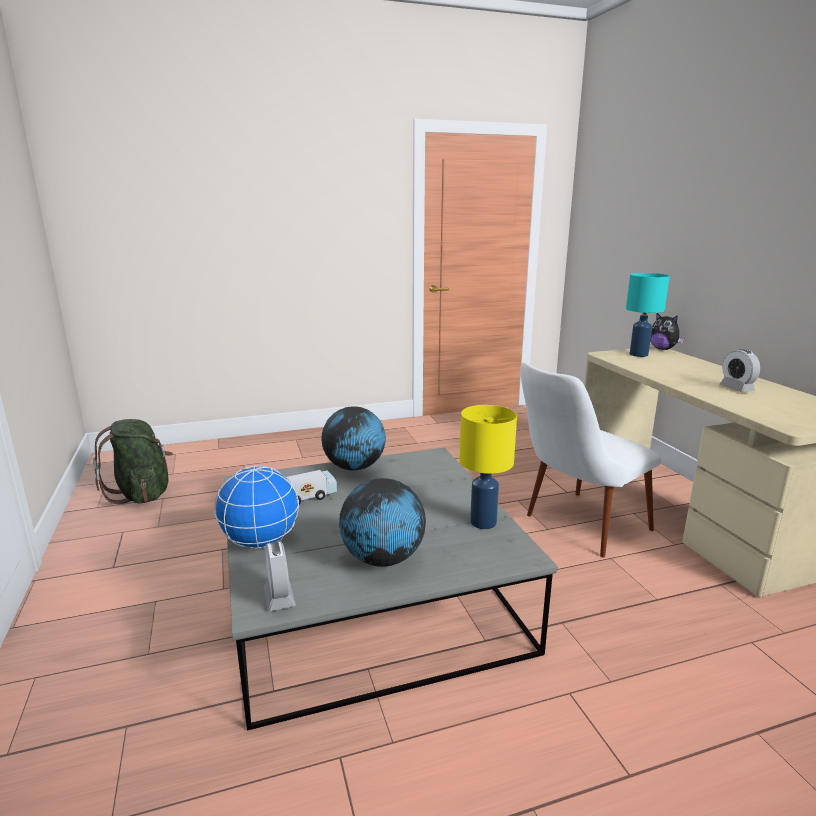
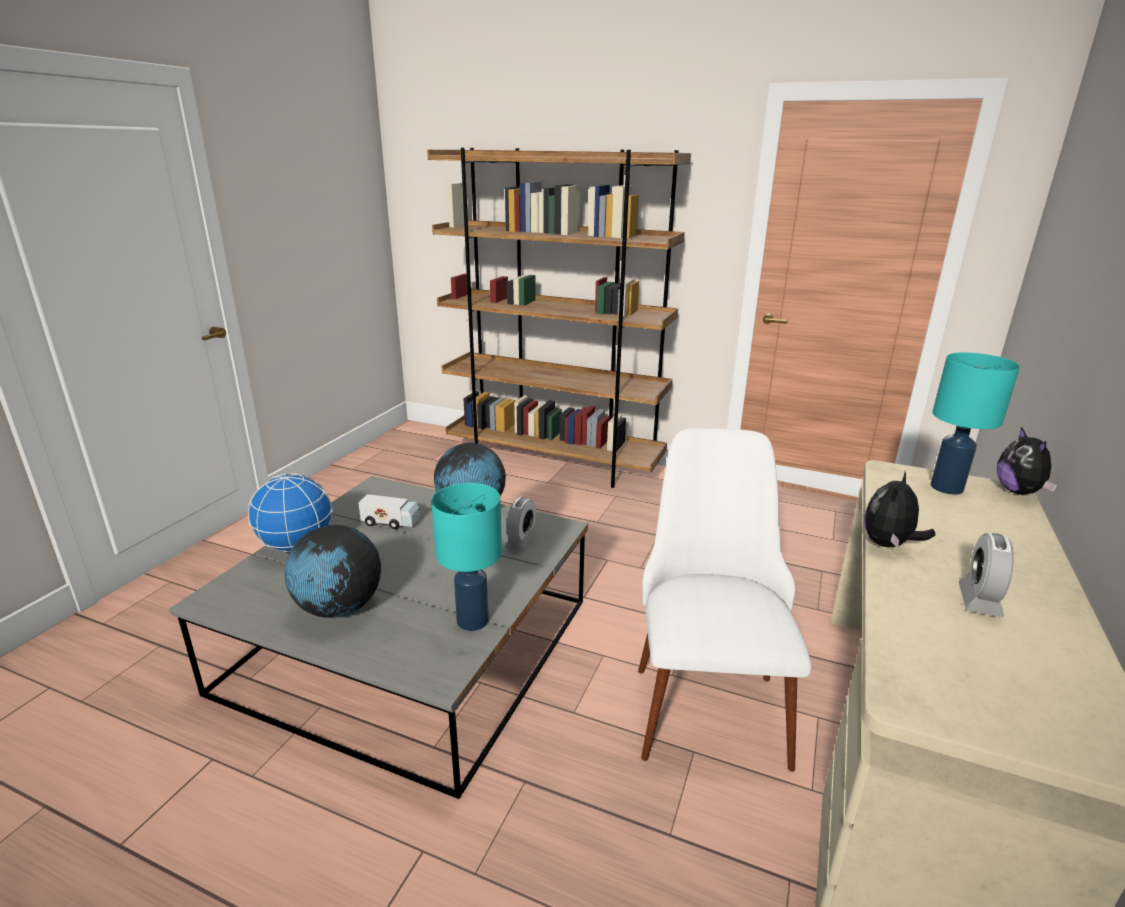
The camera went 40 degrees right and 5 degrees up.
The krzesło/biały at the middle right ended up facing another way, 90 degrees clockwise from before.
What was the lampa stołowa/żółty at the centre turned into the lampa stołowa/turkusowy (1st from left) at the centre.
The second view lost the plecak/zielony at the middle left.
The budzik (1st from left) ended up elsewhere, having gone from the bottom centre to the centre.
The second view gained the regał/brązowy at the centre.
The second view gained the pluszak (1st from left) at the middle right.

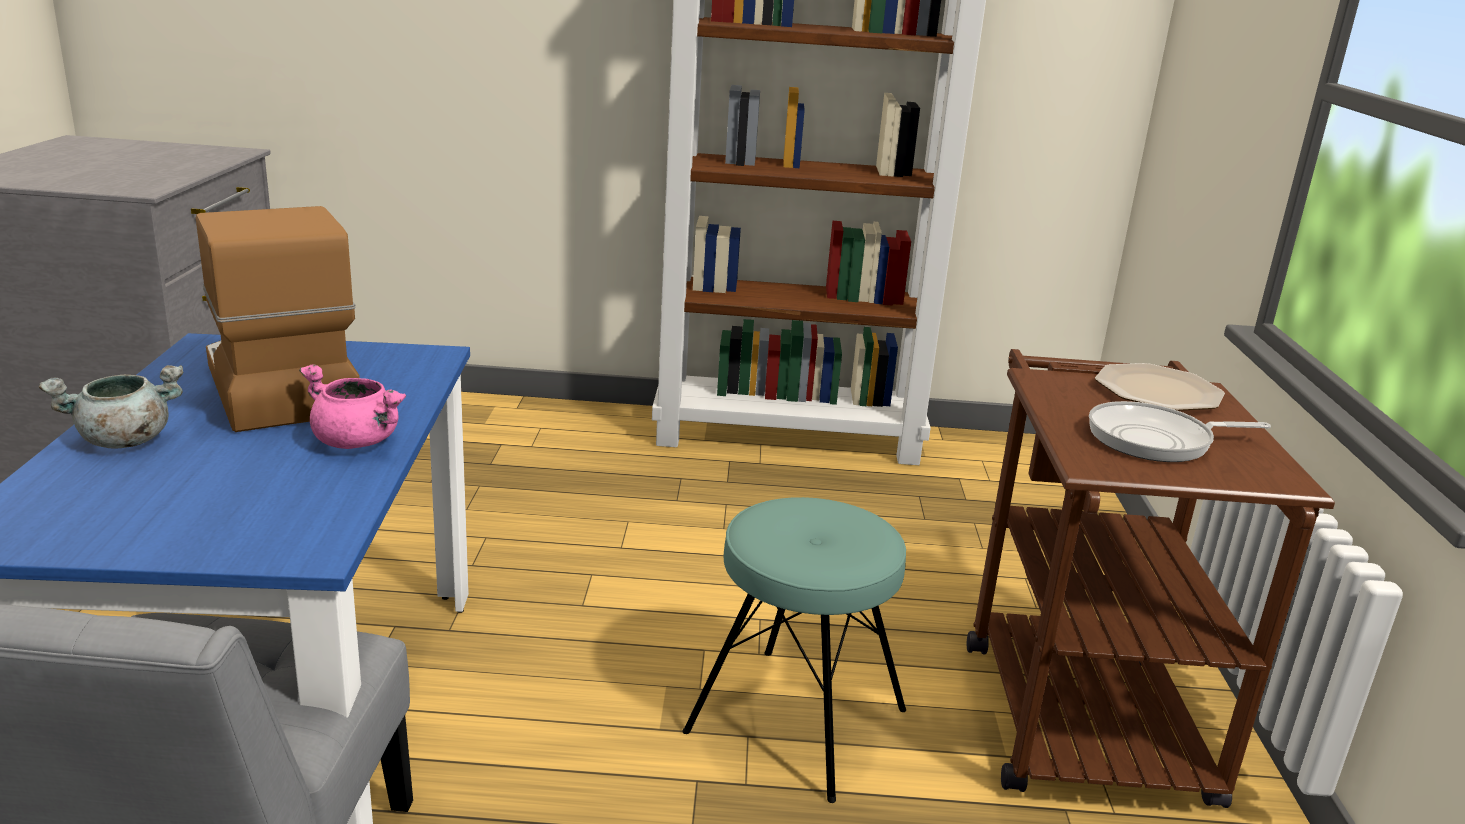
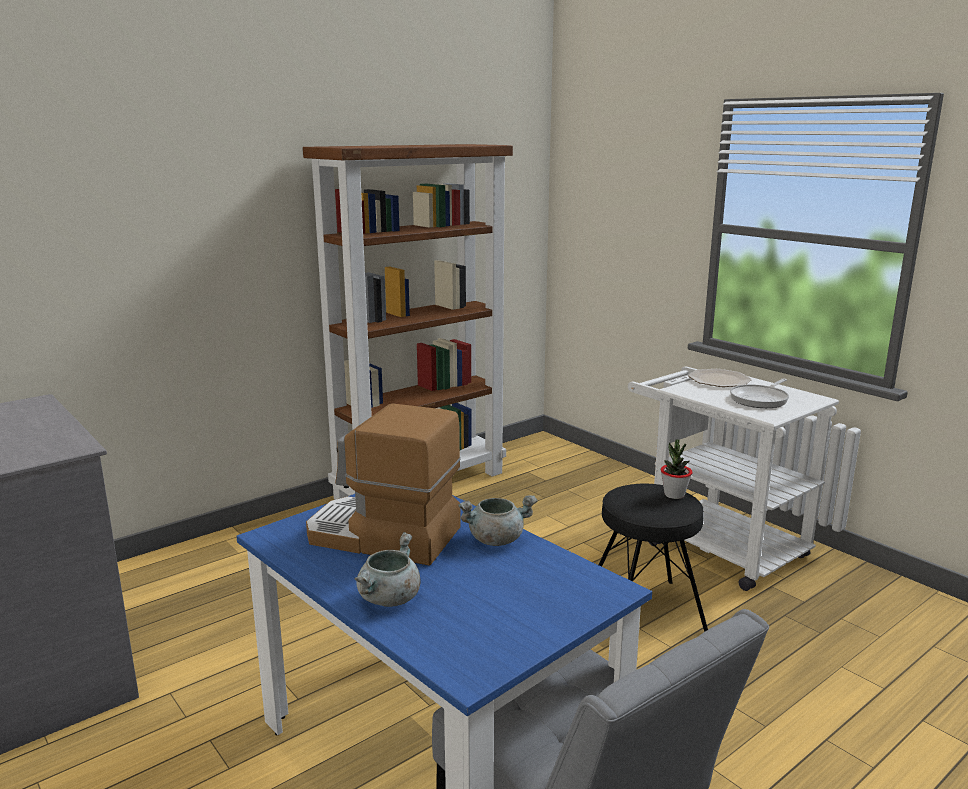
The camera went 40 degrees left and 5 degrees down.
What was the wózek/brązowy at the bottom right turned into the wózek/biały at the middle right.
What was the garnek/różowy at the middle left turned into the garnek/szary (2nd from left) at the centre.
What was the stołek/turkusowy at the bottom centre turned into the stołek/czarny at the bottom right.
The second view gained the roślina doniczkowa at the middle right.

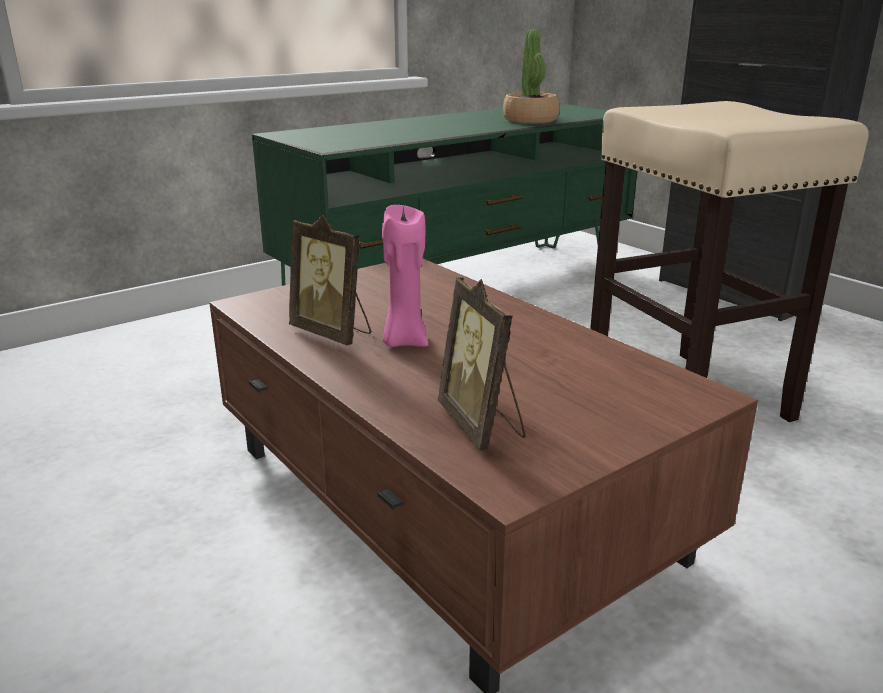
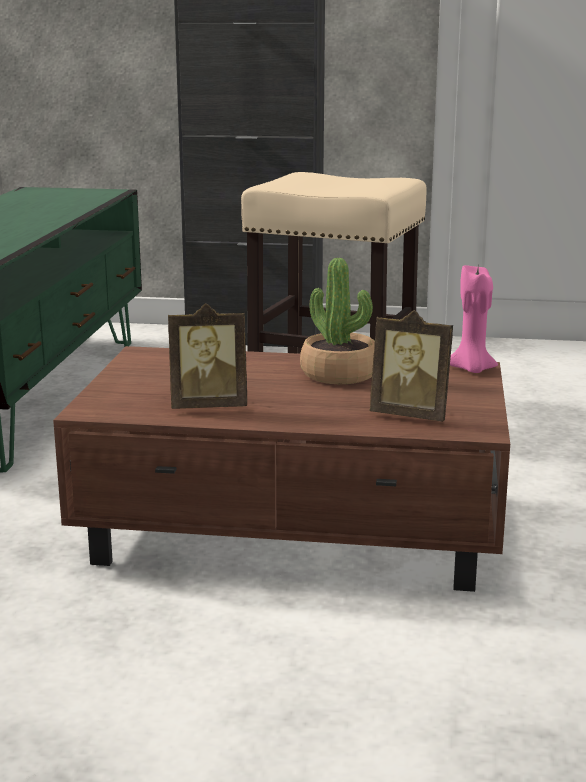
The camera went 45 degrees left and 5 degrees down.
The roślina doniczkowa ended up elsewhere, having gone from the top centre to the centre.
The świeca/różowy ended up elsewhere, having gone from the centre to the middle right.

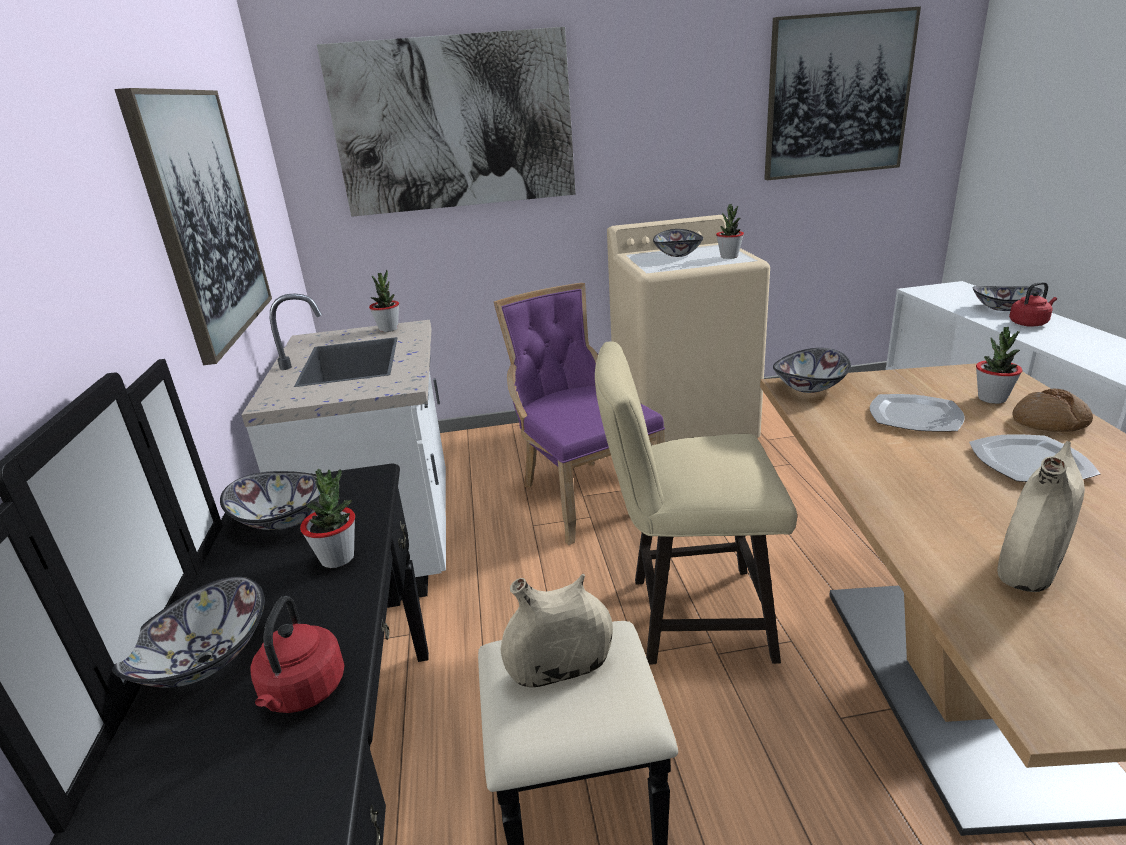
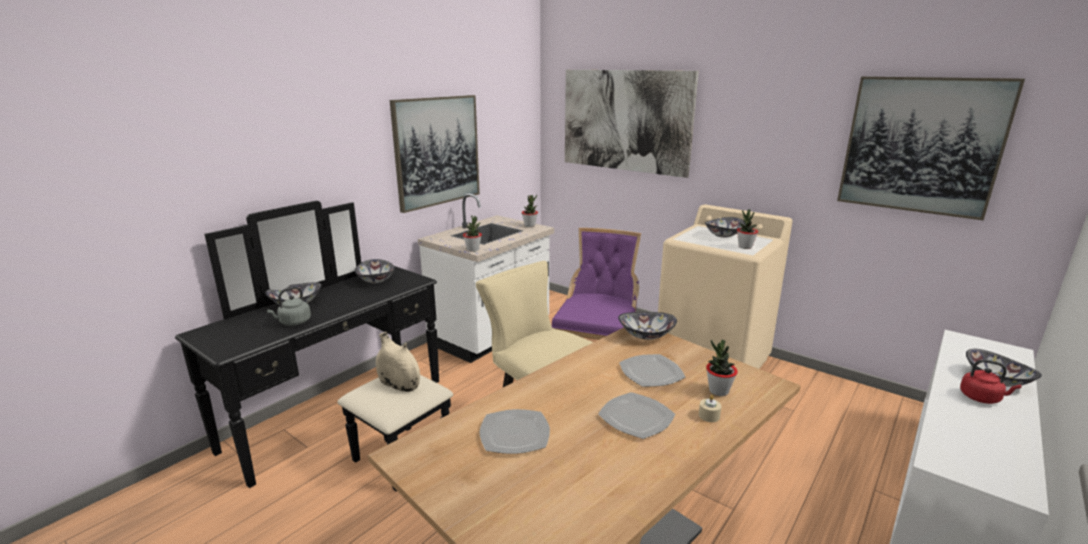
The camera went 45 degrees right and 5 degrees down.
Where the chleb stood at the middle right, the świeca/beżowy came to stand at the bottom centre.
Where the wazon/beżowy (2nd from left) stood at the middle right, the talerz (1st from left) came to stand at the bottom centre.
The roślina doniczkowa (1st from left) ended up elsewhere, having gone from the middle left to the centre.
What was the czajnik/czerwony (1st from left) at the bottom left turned into the czajnik/szary at the middle left.

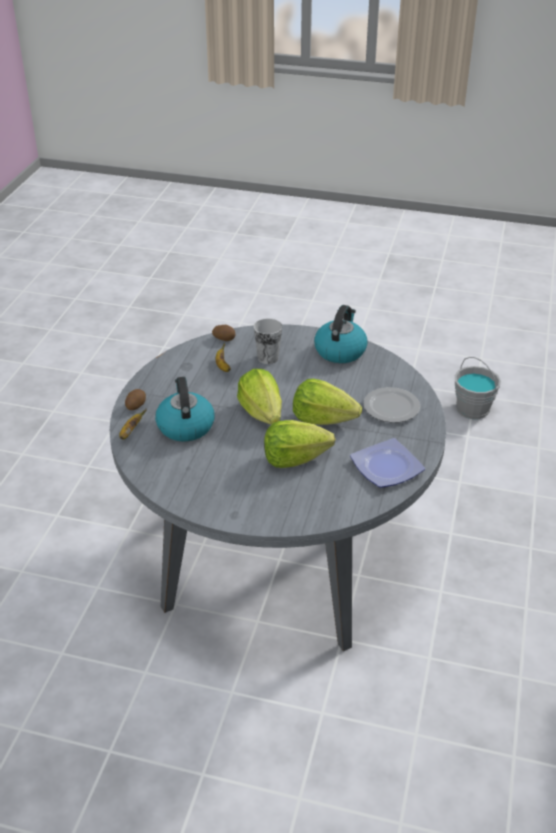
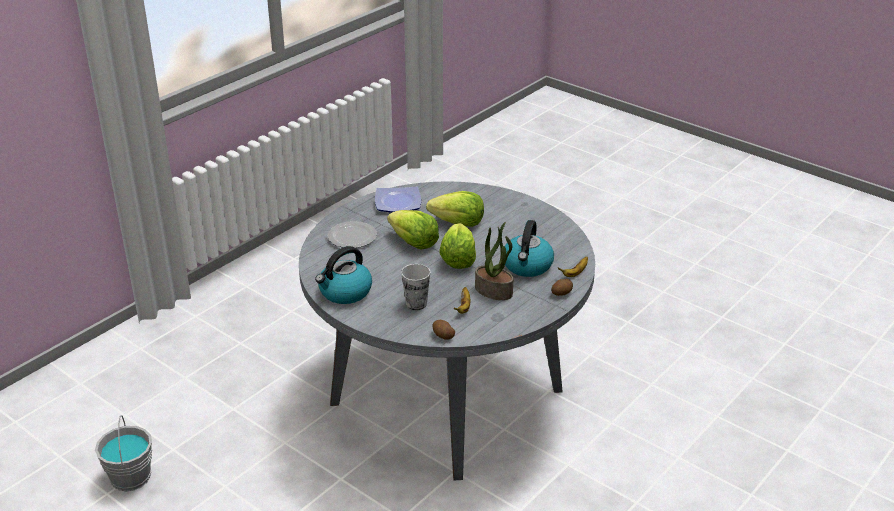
The camera went 155 degrees left and 5 degrees down.
The second view gained the roślina doniczkowa at the centre.

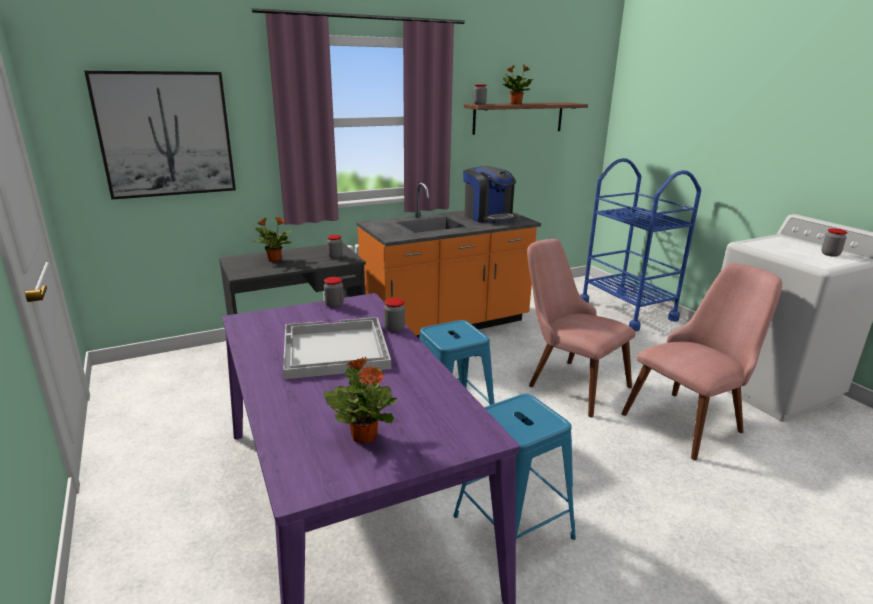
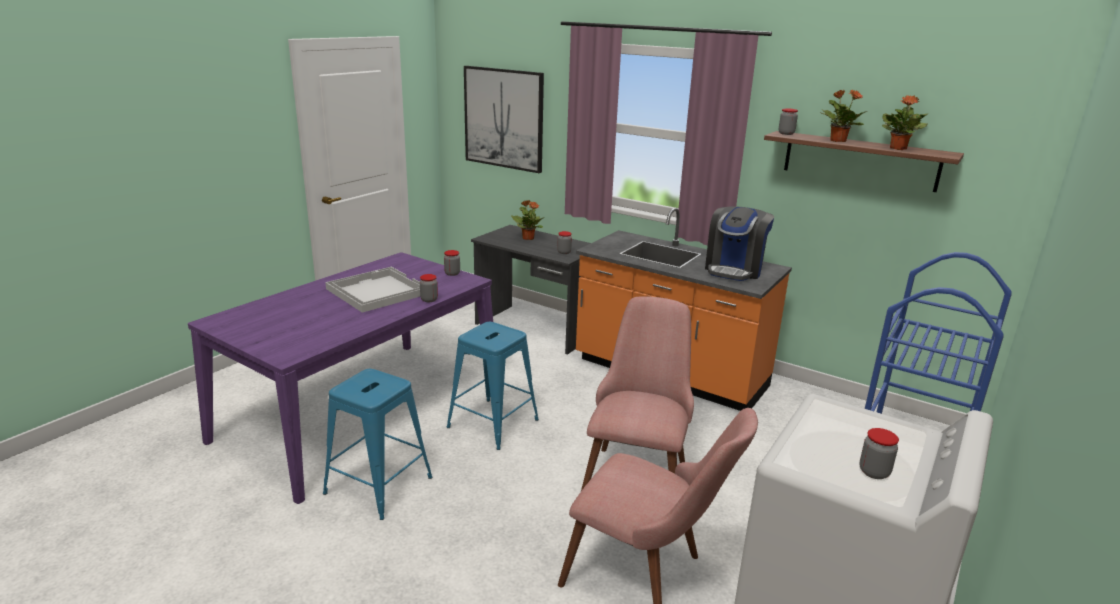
The camera went 60 degrees right and 0 degrees up.
The roślina doniczkowa (2nd from left in the first image) ended up elsewhere, having gone from the centre to the top right.

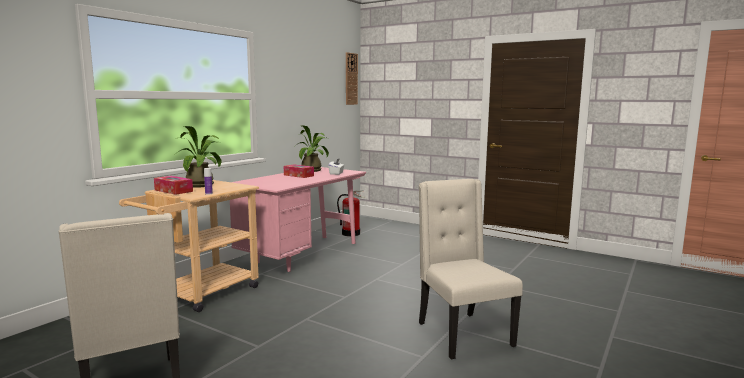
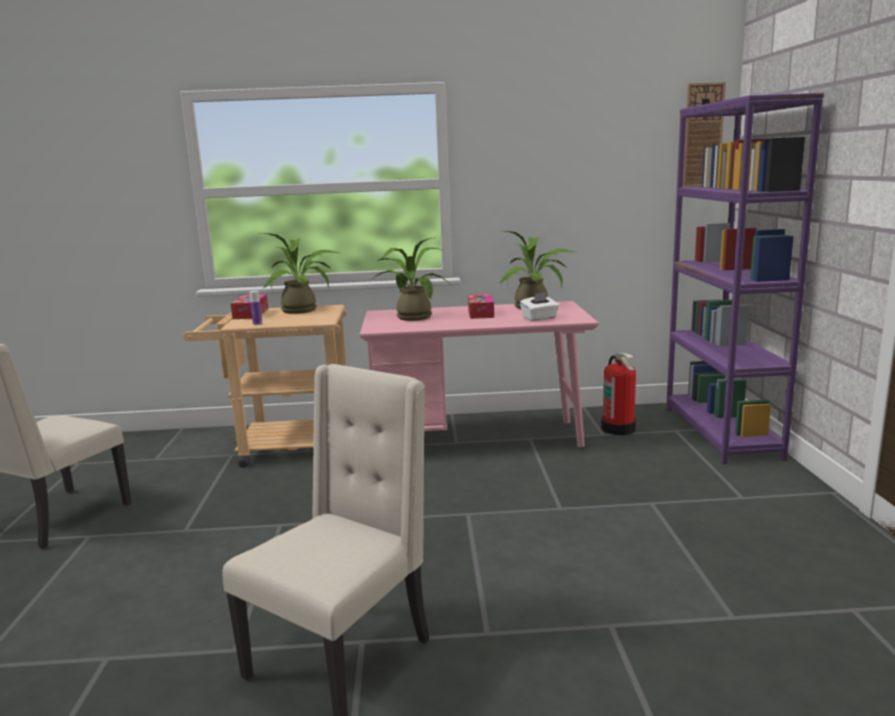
The camera went 55 degrees right and 5 degrees up.
The second view gained the regał/fioletowy at the middle right.
The second view gained the roślina doniczkowa (2nd from left) at the centre.

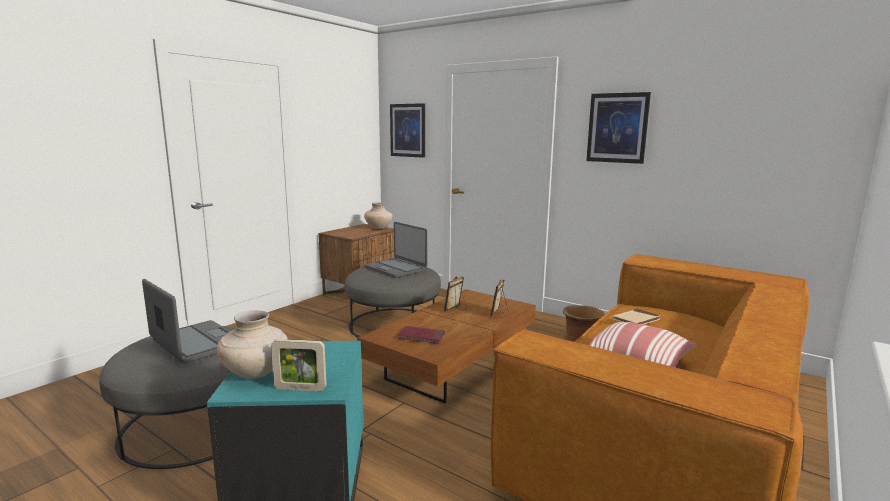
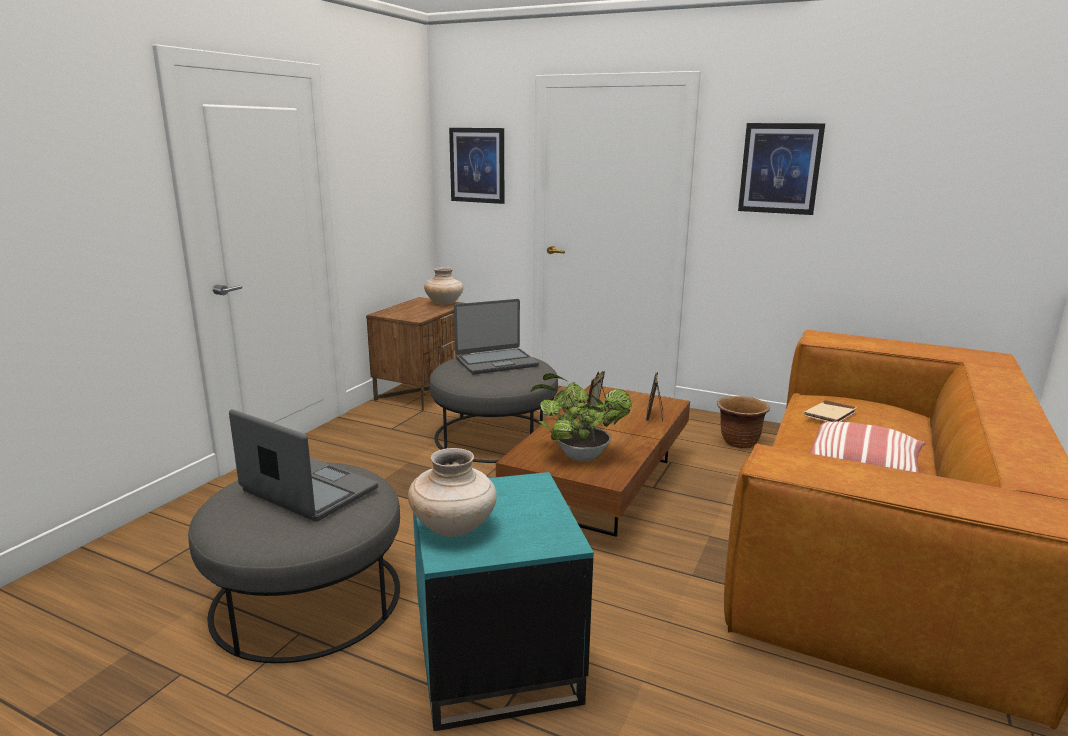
The camera went 10 degrees left and 5 degrees up.
The laptop (2nd from left) at the centre ended up facing another way, 60 degrees counterclockwise from before.
Where the książka/czerwony stood at the bottom centre, the roślina doniczkowa came to stand at the centre.
The second view lost the ramka na zdjęcie (1st from left) at the bottom centre.

